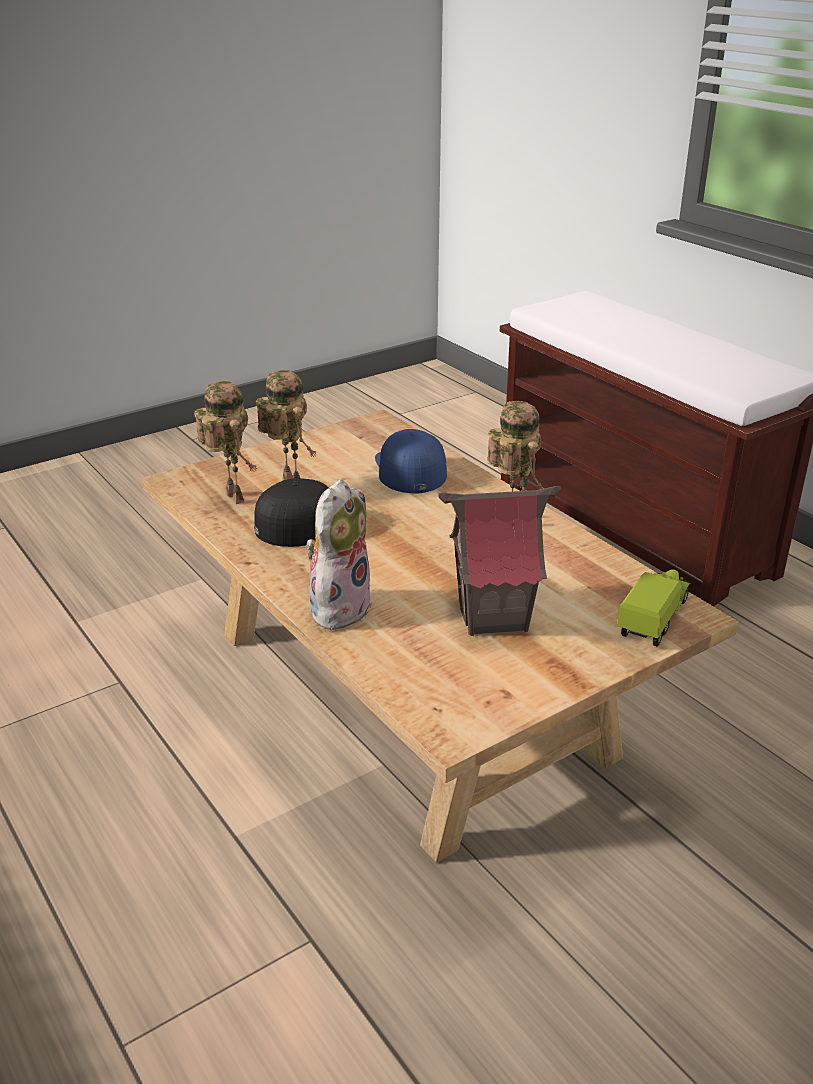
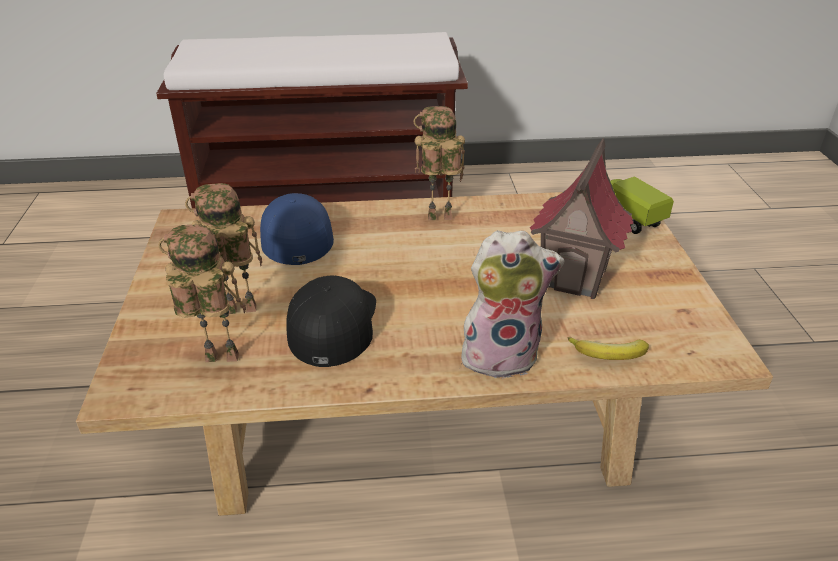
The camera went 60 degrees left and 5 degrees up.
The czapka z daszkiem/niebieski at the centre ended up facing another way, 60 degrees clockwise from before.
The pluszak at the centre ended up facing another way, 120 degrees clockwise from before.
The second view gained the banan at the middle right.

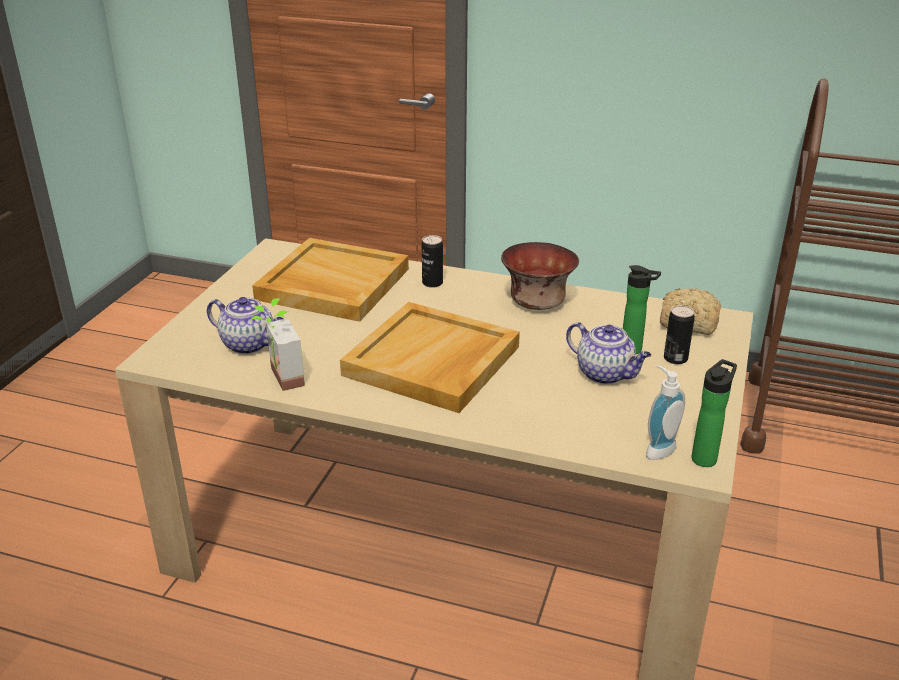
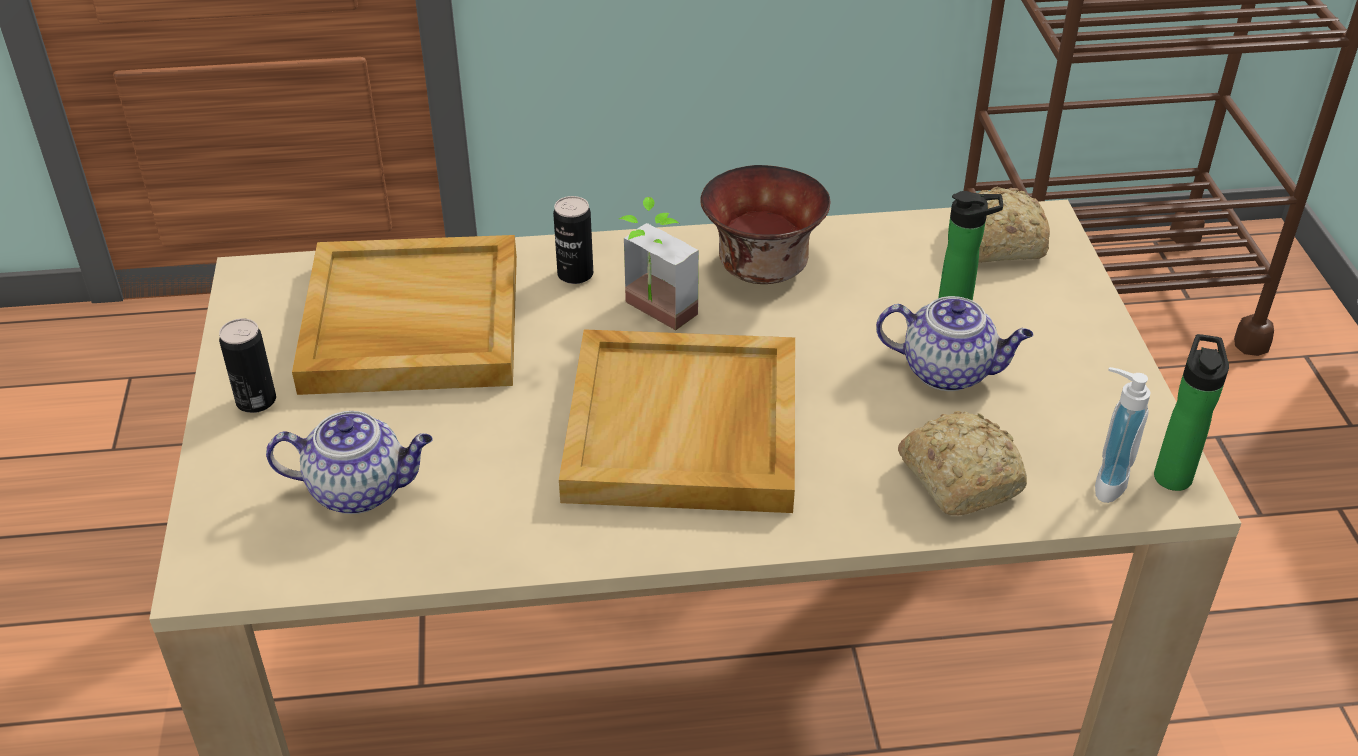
The camera went 25 degrees left and 10 degrees up.
The roślina doniczkowa ended up elsewhere, having gone from the middle left to the centre.
The puszka (2nd from left in the first image) ended up elsewhere, having gone from the middle right to the middle left.
The second view gained the chleb (1st from left) at the middle right.

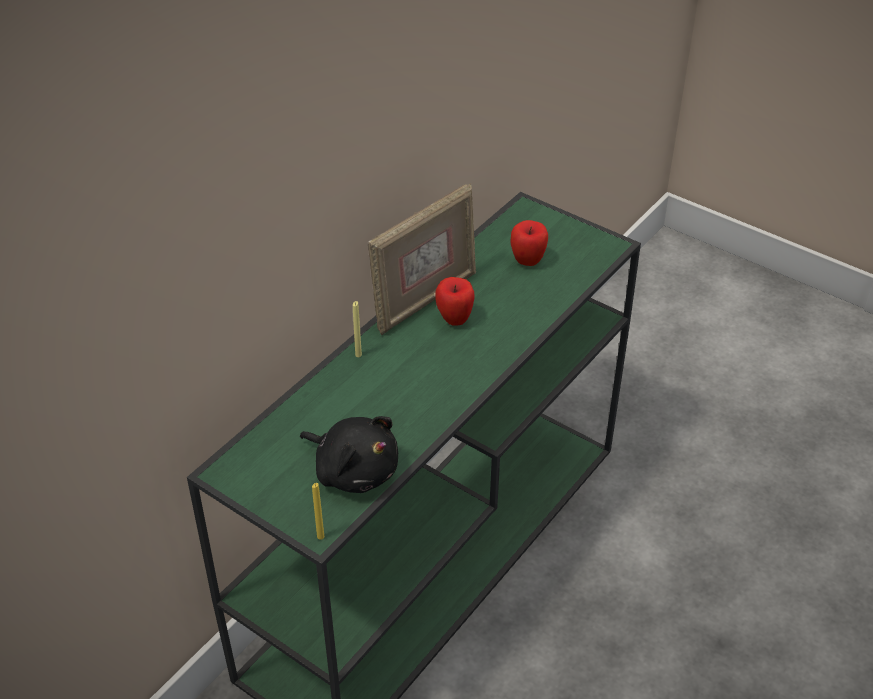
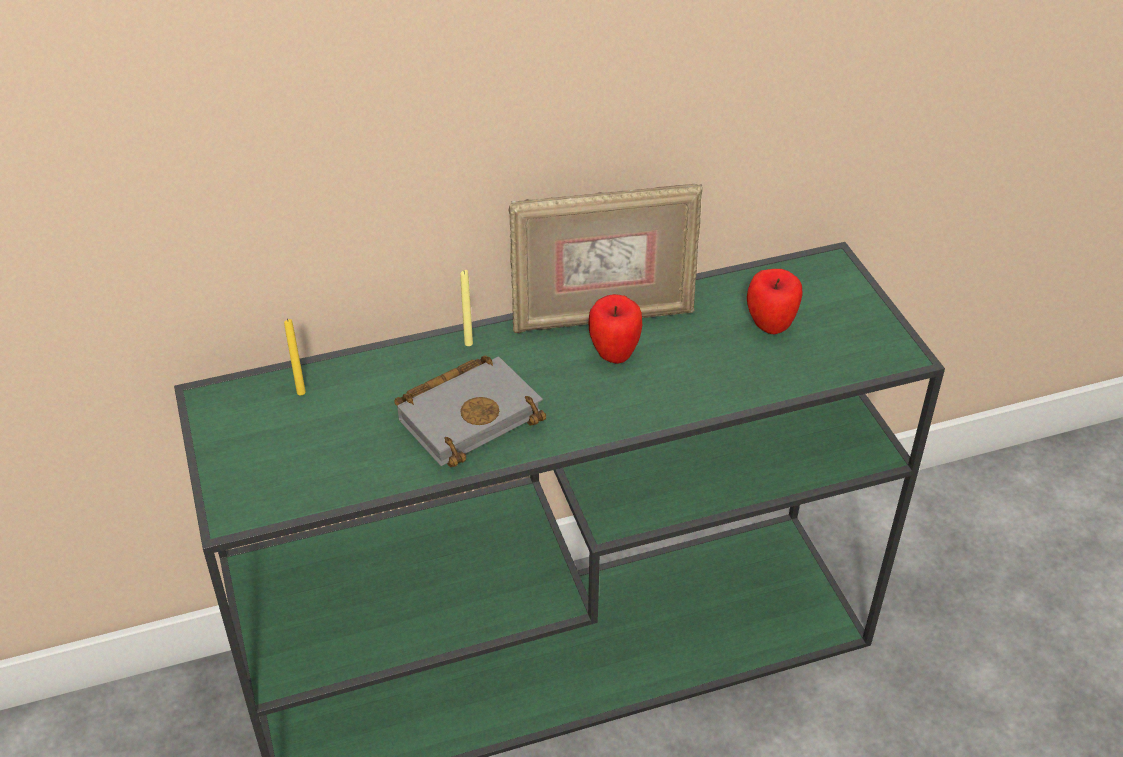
The camera went 35 degrees right and 0 degrees up.
The second view lost the pluszak/czarny at the centre.
The świeca/żółty (1st from left) ended up elsewhere, having gone from the bottom centre to the middle left.
The second view gained the książka/szary at the centre.

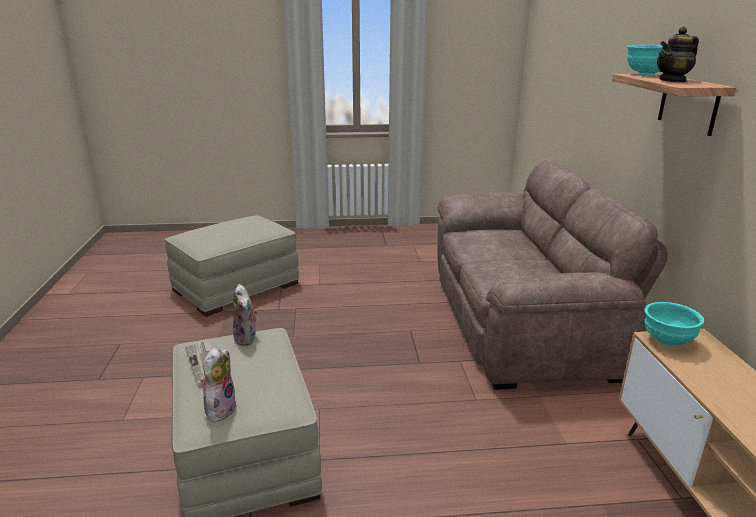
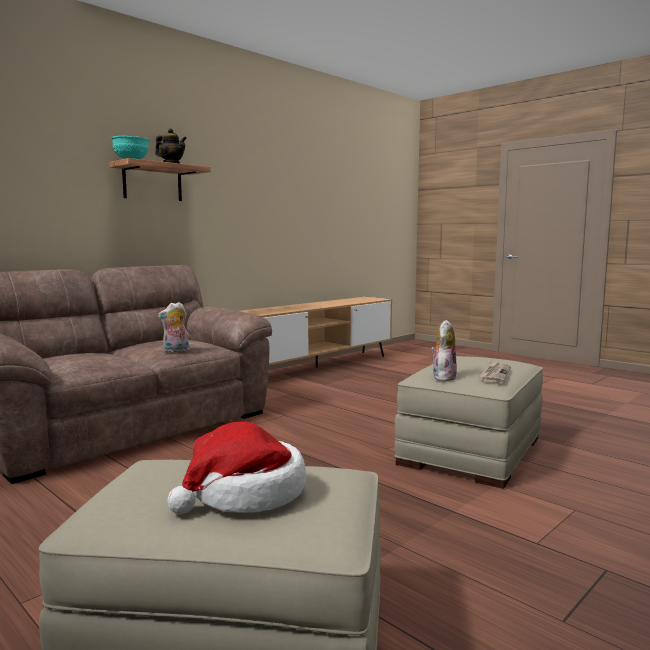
The camera went 130 degrees left and 15 degrees down.
The second view lost the miska/turkusowy (2nd from left) at the middle right.
The pluszak (1st from left) ended up elsewhere, having gone from the bottom left to the middle left.
The second view gained the kapelusz at the bottom centre.

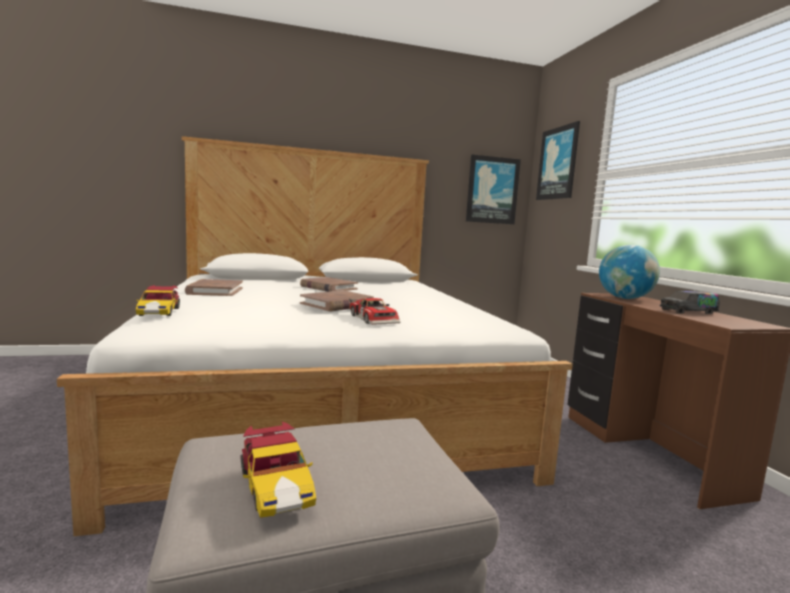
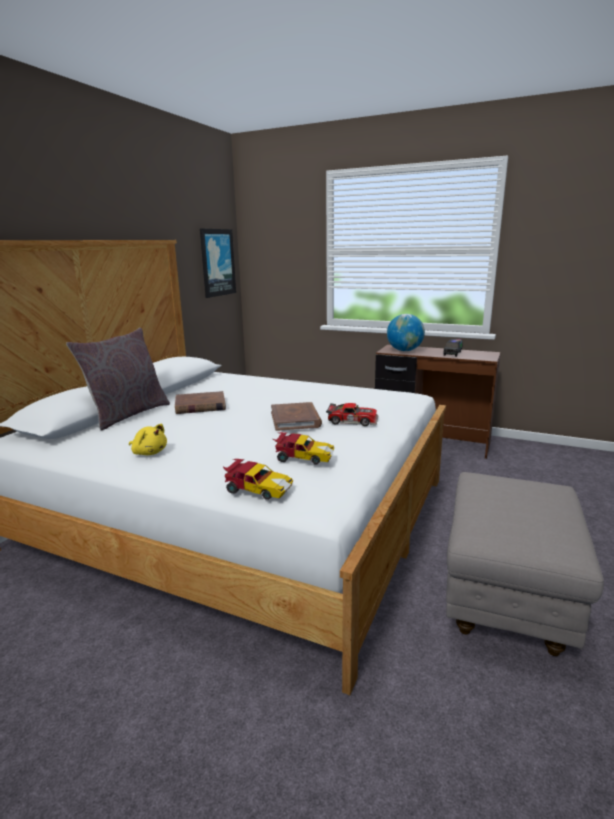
The camera went 50 degrees left and 10 degrees up.
The second view lost the obraz (2nd from left) at the top right.
Where the książka/brązowy (1st from left) stood at the middle left, the pluszak/żółty came to stand at the middle left.
The samochodzik (2nd from left) ended up elsewhere, having gone from the bottom centre to the centre.
The second view gained the poduszka/szary at the middle left.

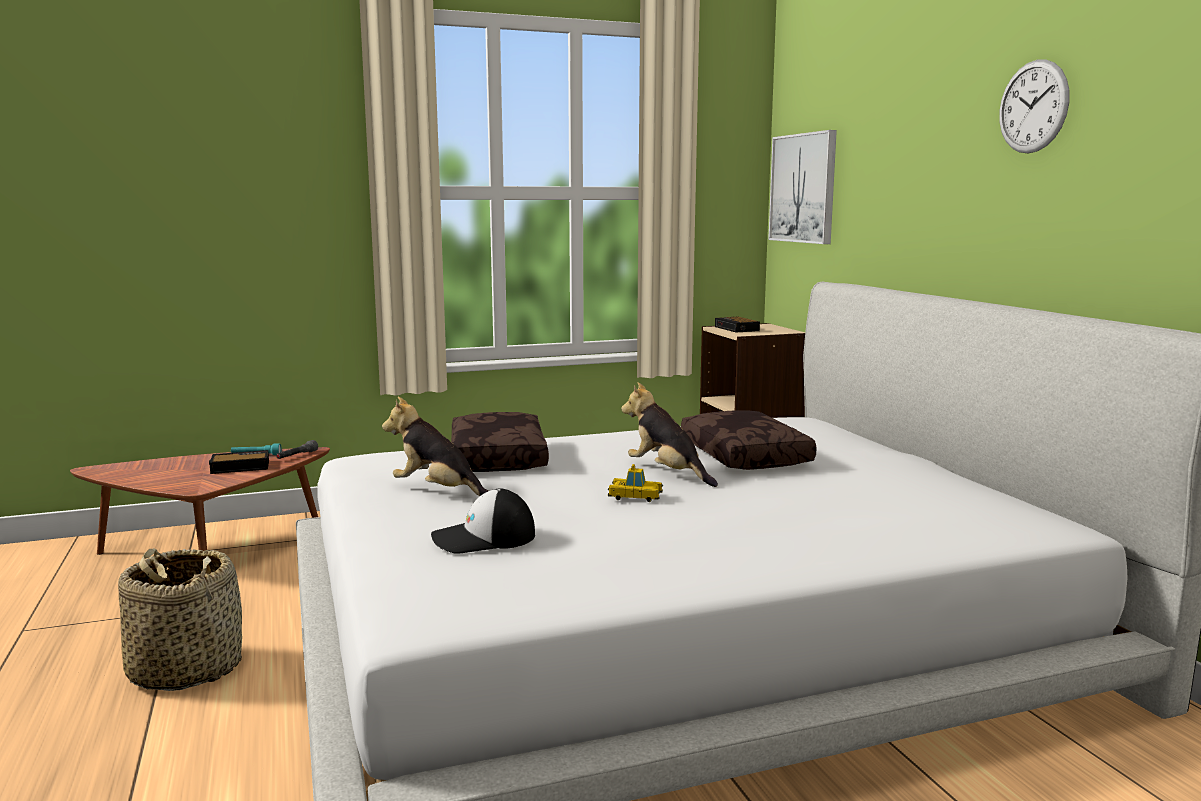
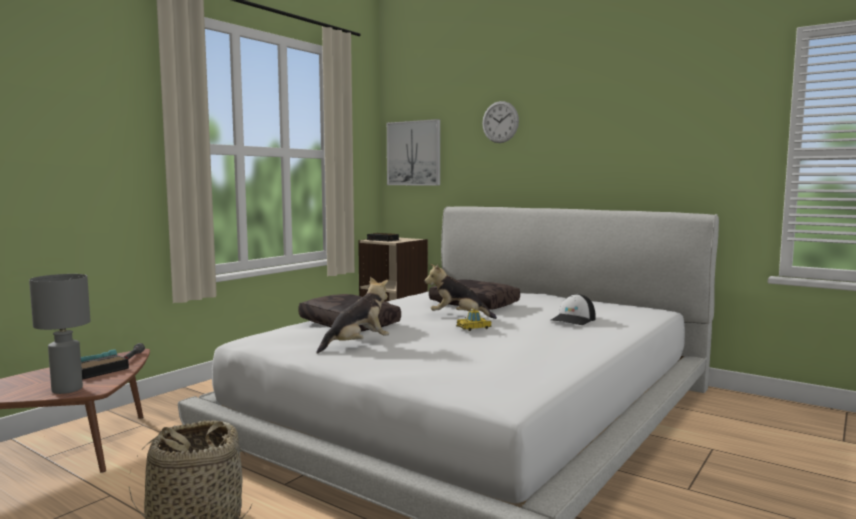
The camera went 35 degrees left and 5 degrees down.
The zegar ścienny ended up elsewhere, having gone from the top right to the top centre.
The pluszak (1st from left) at the centre ended up facing another way, 150 degrees clockwise from before.
The czapka z daszkiem ended up elsewhere, having gone from the centre to the middle right.
The second view gained the lampa stołowa/szary at the middle left.

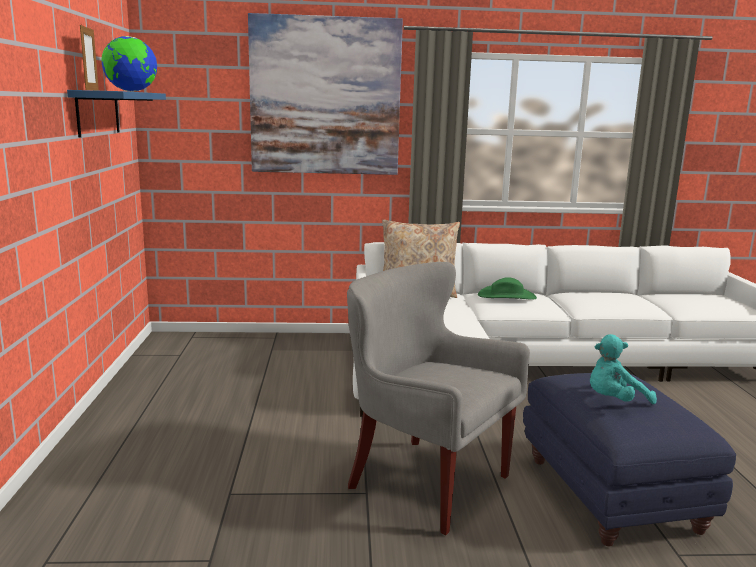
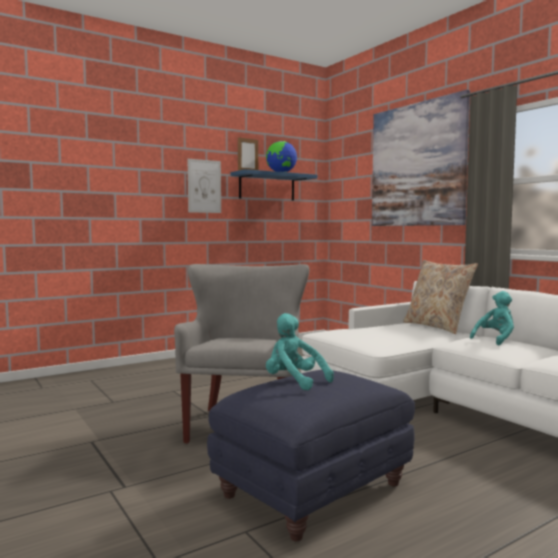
The camera went 60 degrees right and 10 degrees down.
Where the kapelusz/zielony stood at the middle right, the pluszak/turkusowy (2nd from left) came to stand at the middle right.
The second view gained the obraz (1st from left) at the centre.

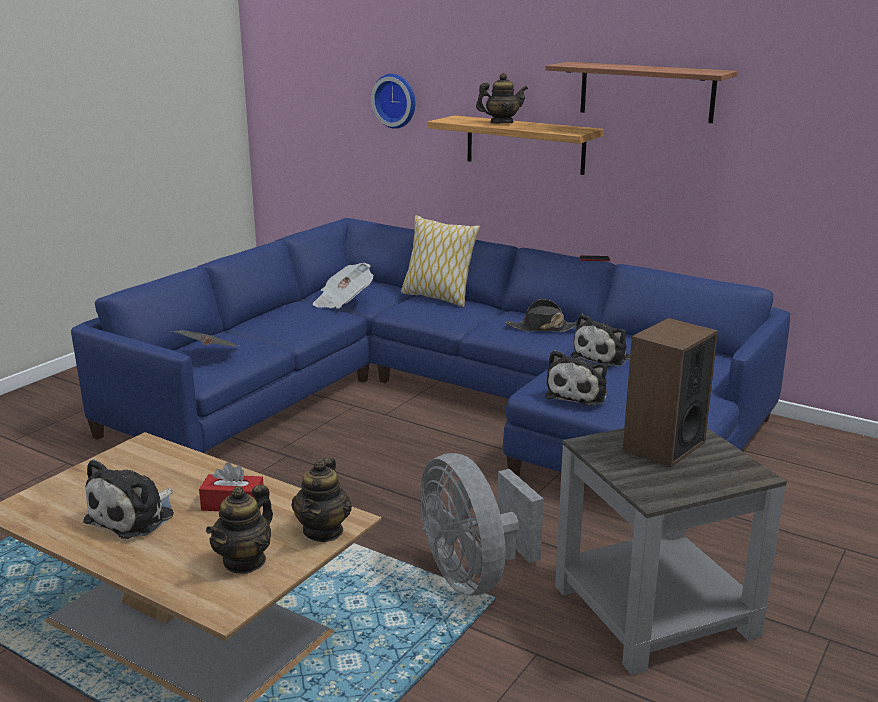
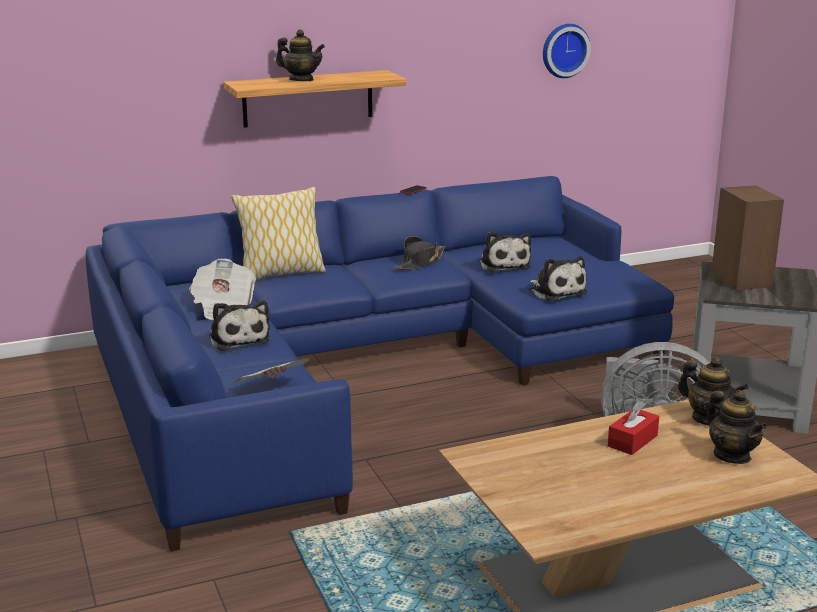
The camera went 55 degrees left and 0 degrees up.
The second view lost the półka (2nd from left) at the top right.
The imbryk (3rd from left in the first image) at the top centre ended up facing another way, 90 degrees clockwise from before.
The zegar ścienny ended up elsewhere, having gone from the top centre to the top right.
The pluszak (1st from left) ended up elsewhere, having gone from the bottom left to the middle left.

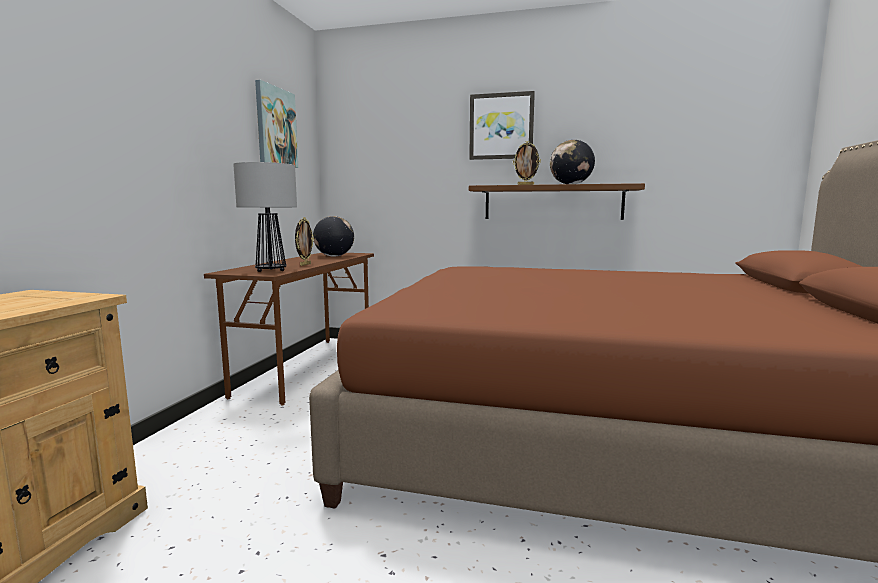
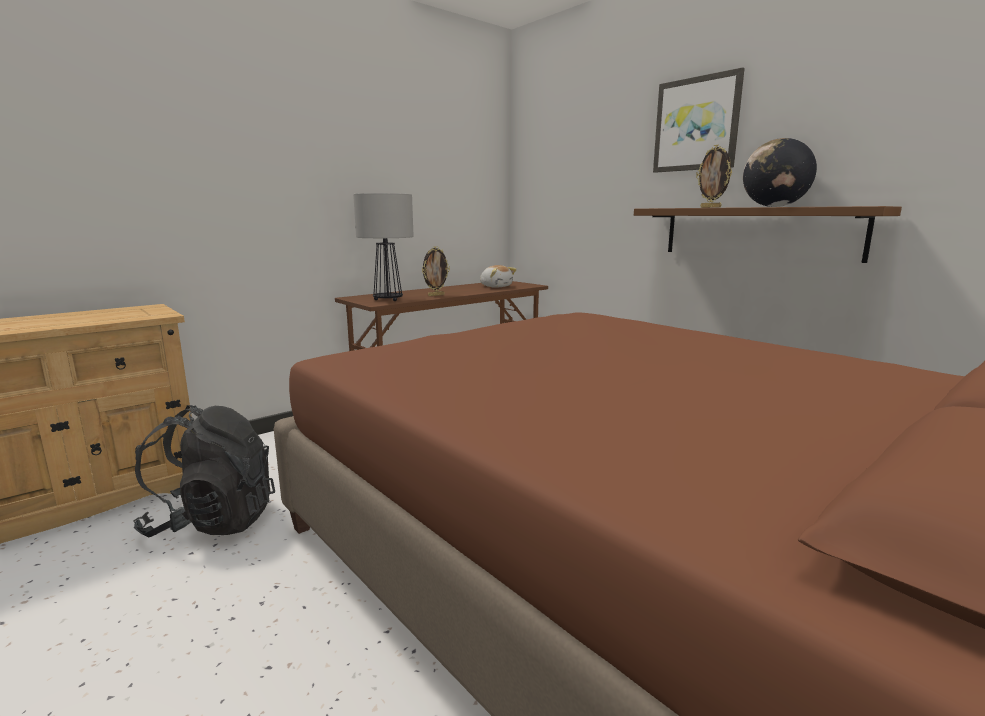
The camera went 35 degrees right and 5 degrees up.
The second view lost the obraz (1st from left) at the top left.
Where the globus (1st from left) stood at the centre, the pluszak came to stand at the centre.
The second view gained the plecak/czarny at the middle left.

